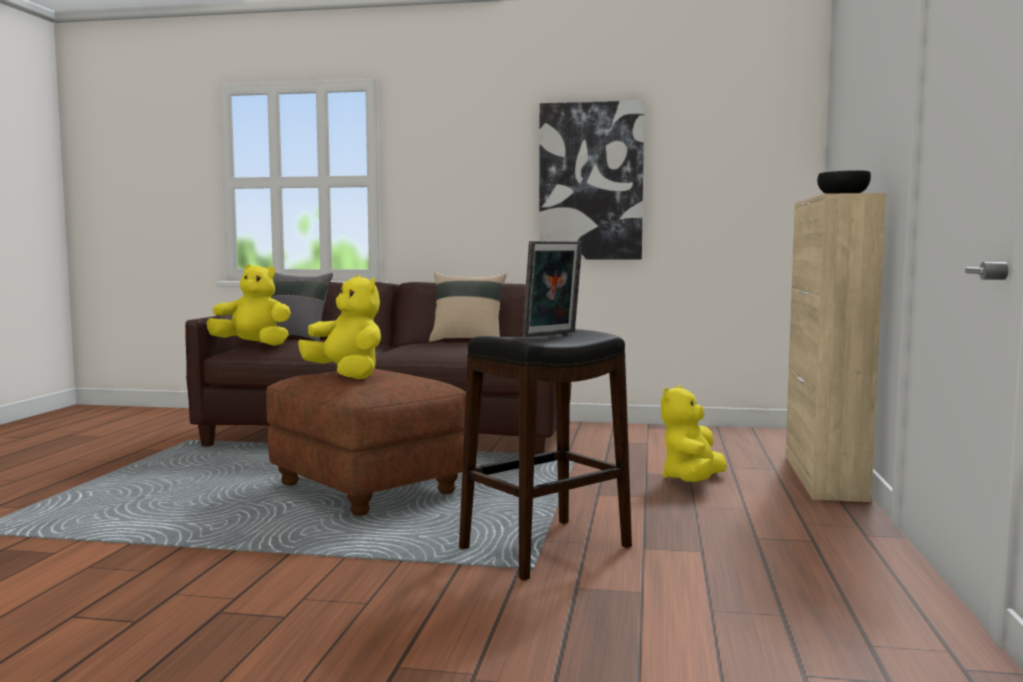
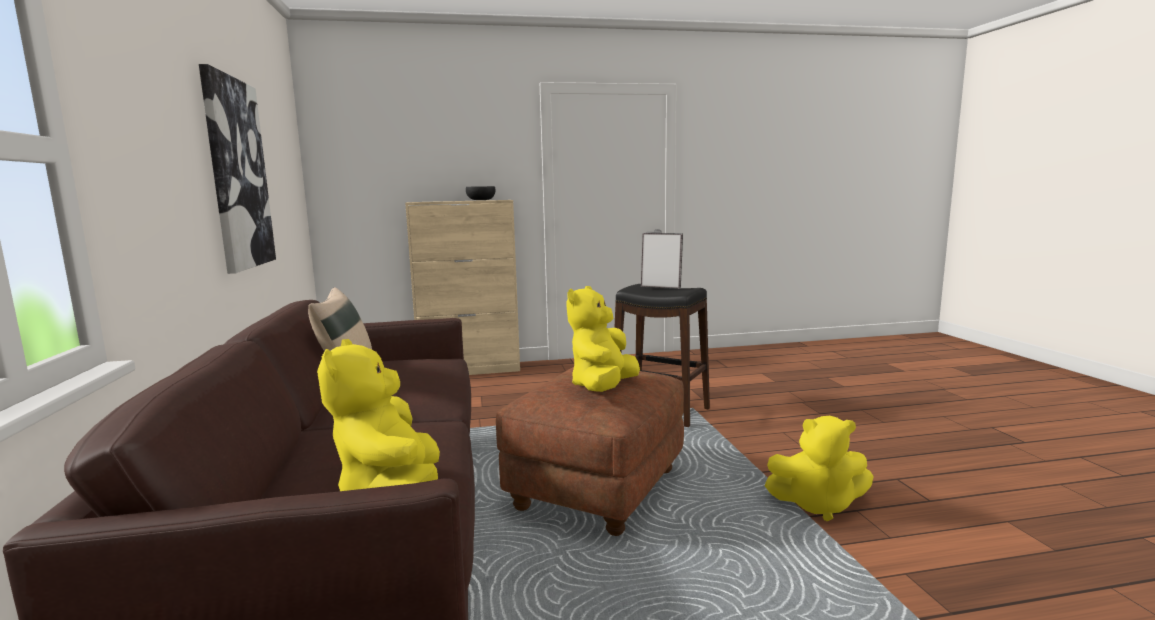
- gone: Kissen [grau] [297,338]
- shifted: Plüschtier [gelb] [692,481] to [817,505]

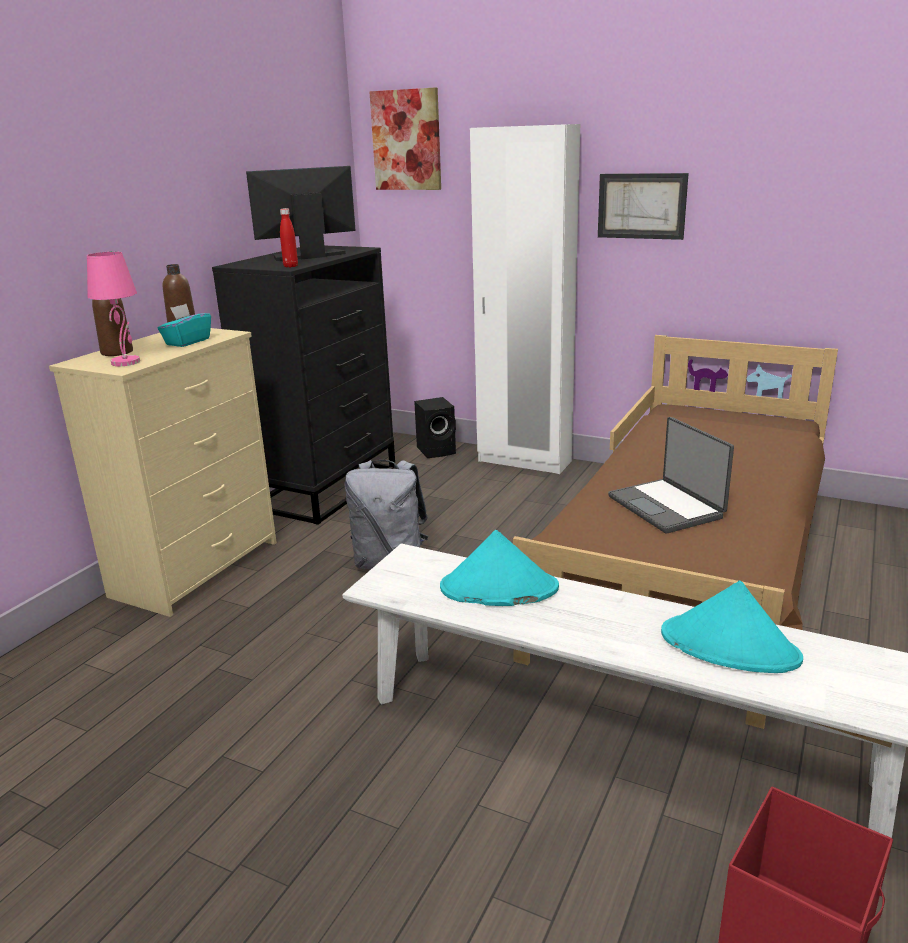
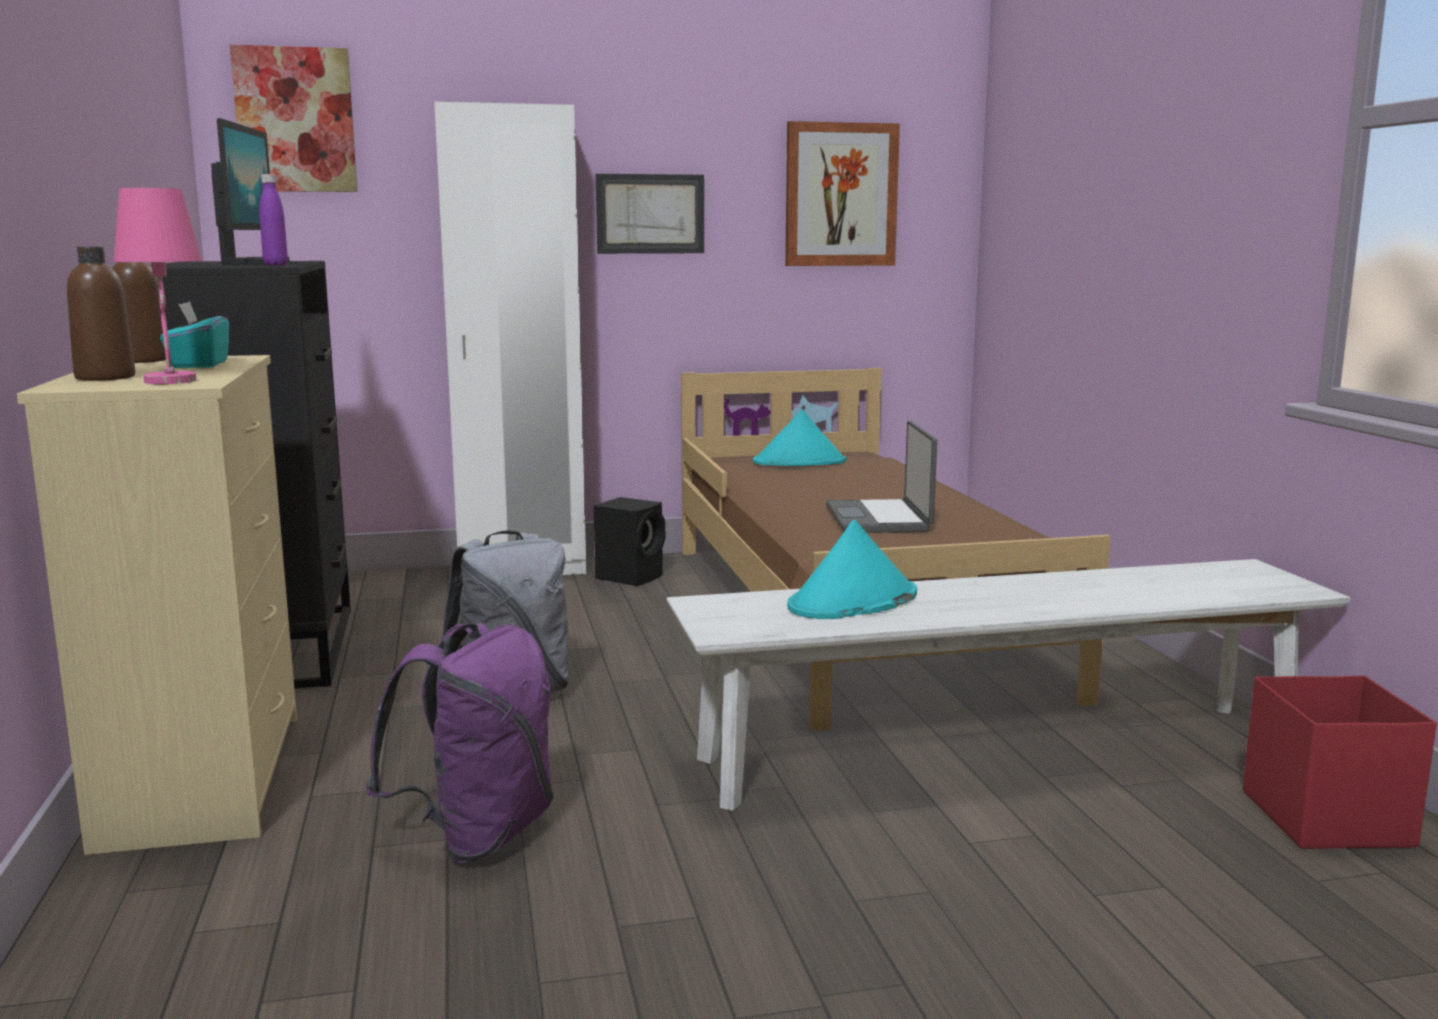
- rotated: Monitor [309,256] = [251,263] 150 degrees clockwise
- repainted: Flasche [rot] [290,266] to Flasche [lila] [276,265]
- shifted: Lautsprecher [schwarz] [437,450] to [631,577]
- rotated: Laptop [667,507] = [880,519] 60 degrees clockwise
- shifted: Hut [türkis] [730,646] to [800,462]
- new: Bild [840,195]
- new: Rucksack [lila] [477,835]

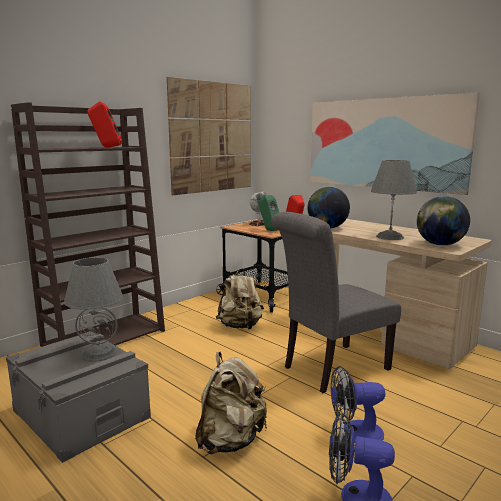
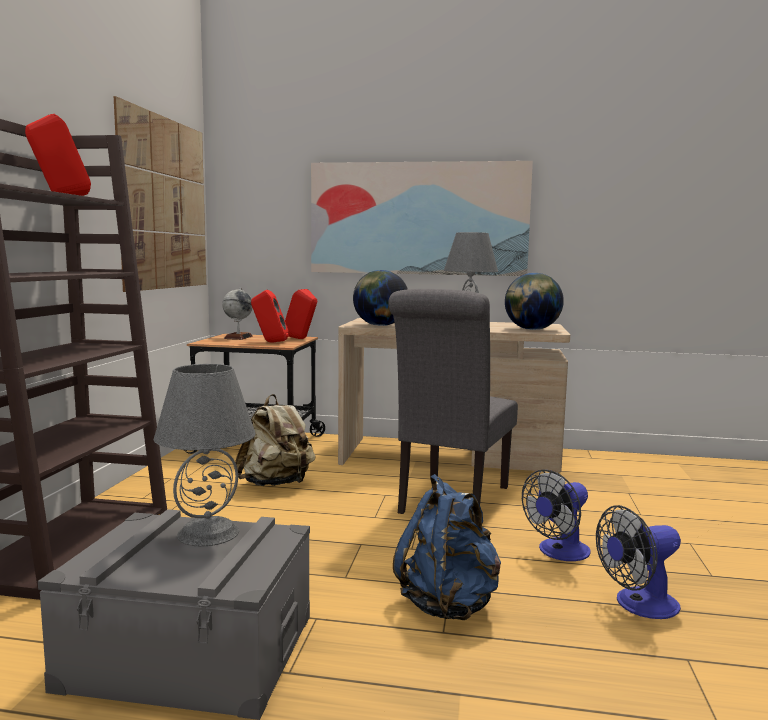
- repainted: Lautsprecher [grün] [269,230] to Lautsprecher [rot] [270,342]
- repainted: Rucksack [beige] [230,440] to Rucksack [blau] [449,604]

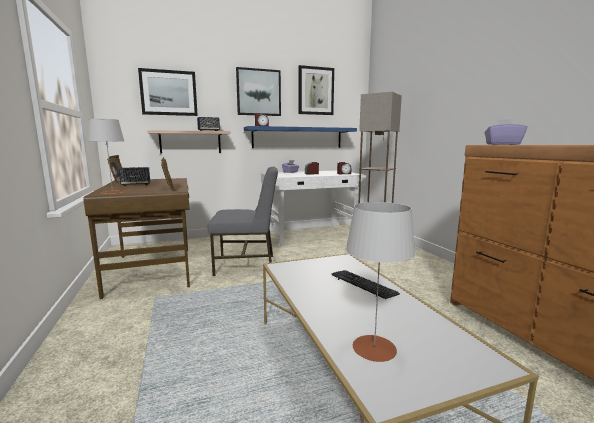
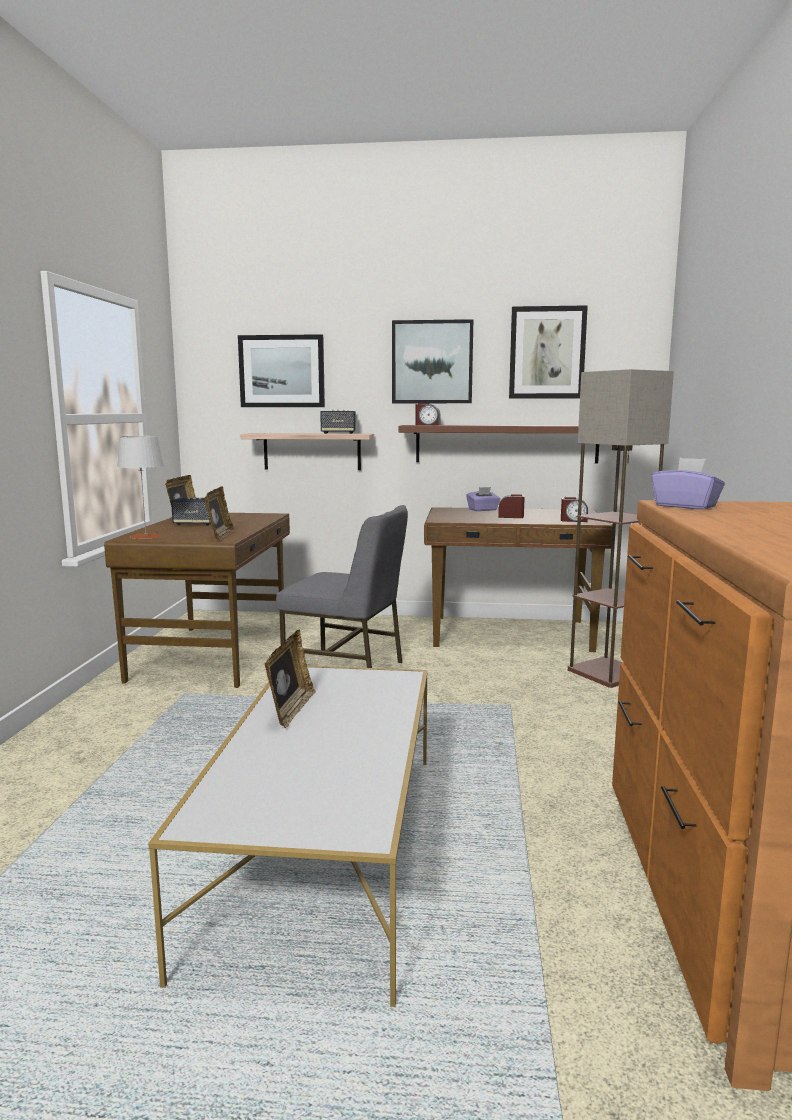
- repainted: Wandregal [blau] [297,138] to Wandregal [braun] [506,444]
- repainted: Schreibtisch [weiß] [311,235] to Schreibtisch [braun] [512,634]
- gone: Tischlampe [grau] [374,348]
- gone: Tastatur [363,285]
- new: Bilderrahmen [290,710]

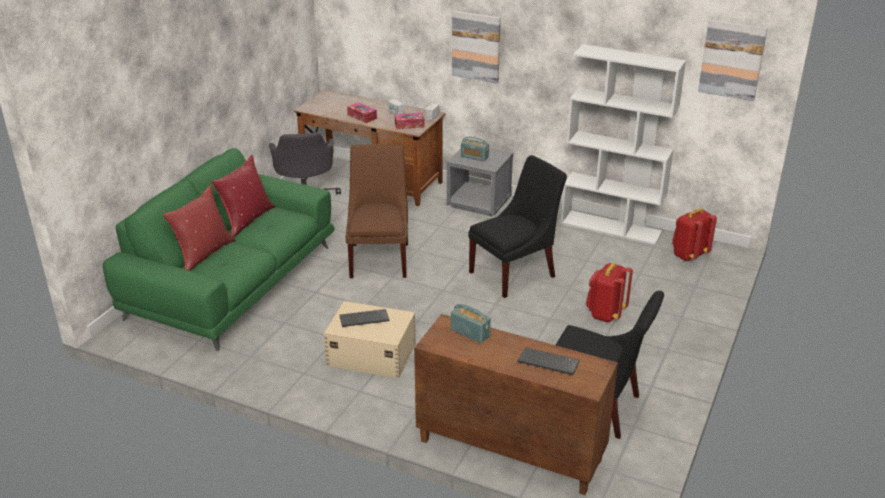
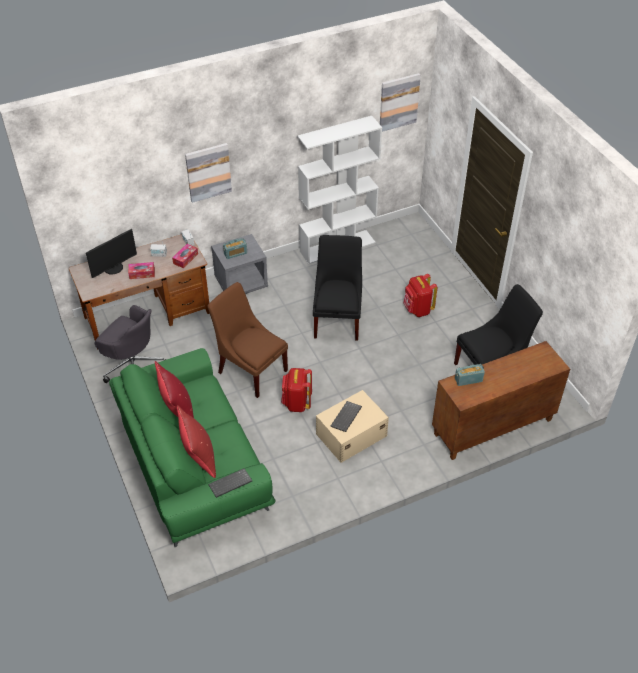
- shifted: Rucksack [rot] [689,255] to [296,403]
- shifted: Tastatur [547,363] to [230,484]
- new: Monitor [114,268]

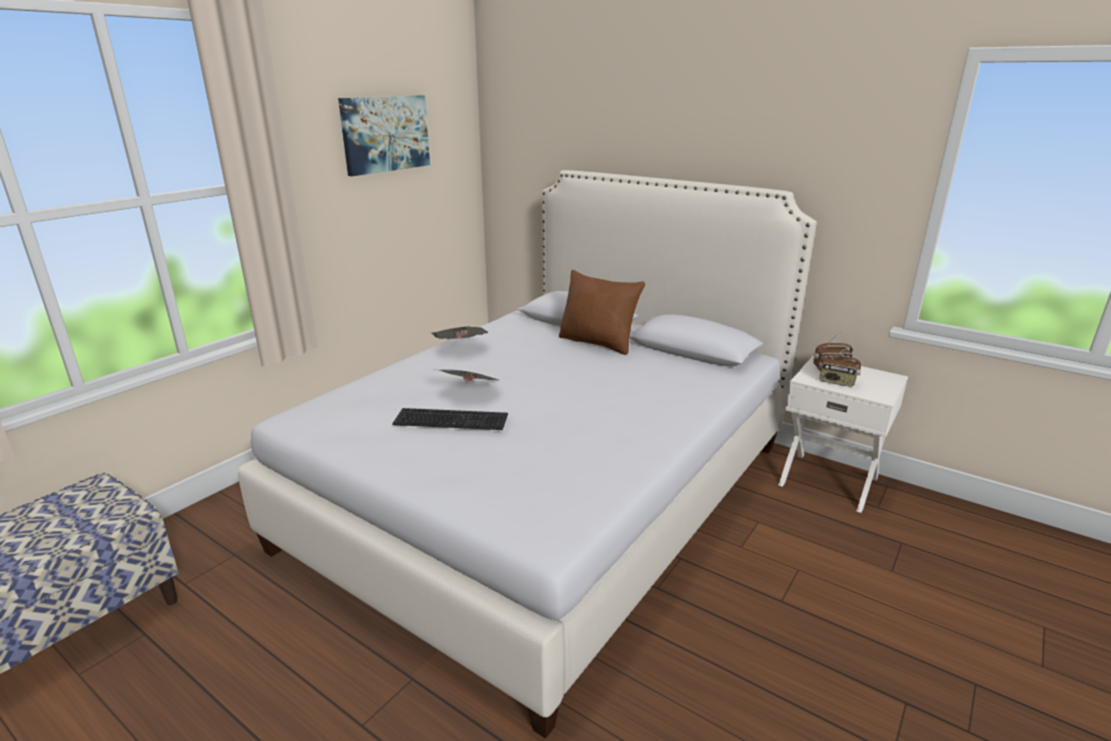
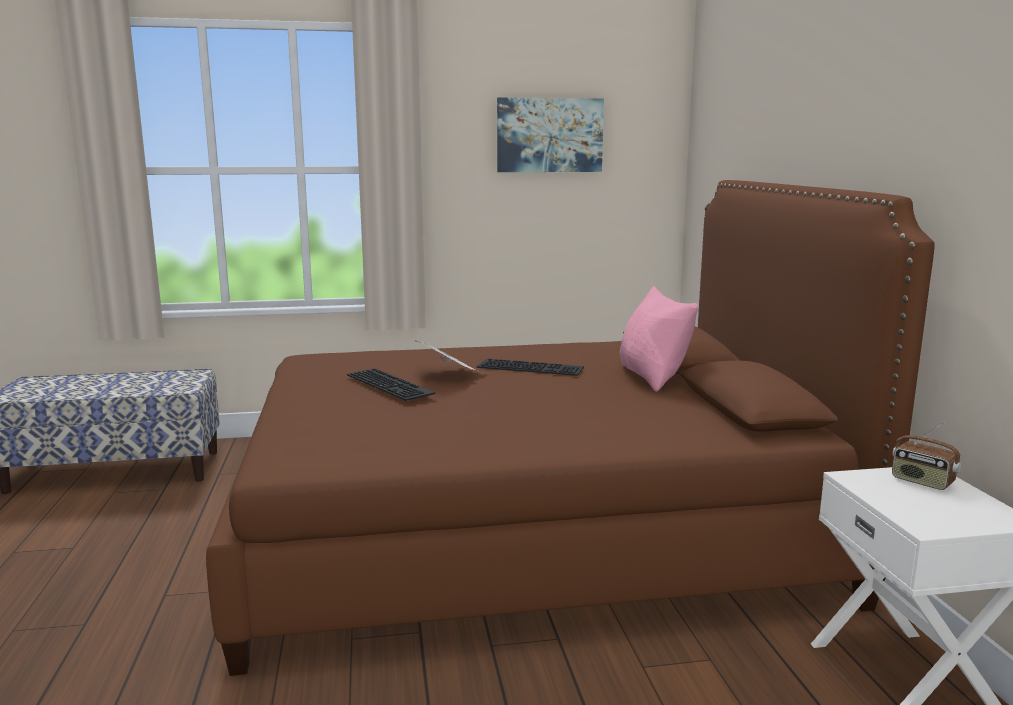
- repainted: Bett [weiß] [549,493] to Bett [braun] [531,532]
- repainted: Kissen [braun] [598,343] to Kissen [rosa] [652,377]
- gone: Zeitung [460,348]
- gone: Radio [836,382]
- new: Tastatur [531,367]

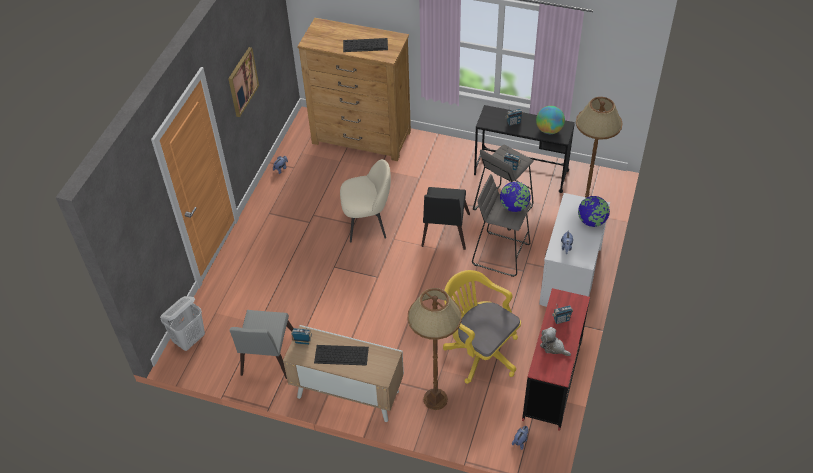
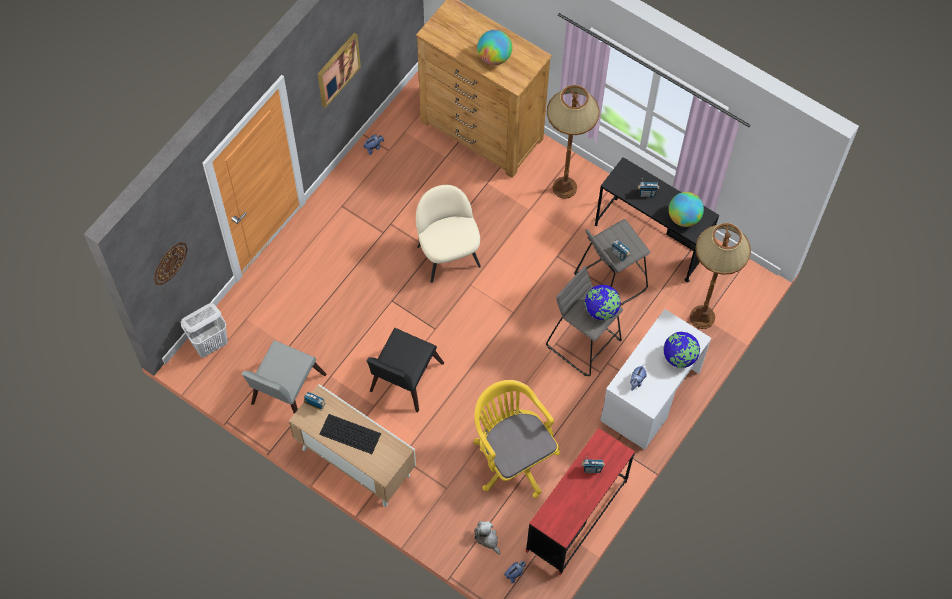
- swapped: Tastatur [365,45] to Globus [494,57]
- rotated: Stuhl [beige] [367,223] = [448,254] 120 degrees counterclockwise
- shifted: Stuhl [schwarz] [444,233] to [403,381]
- shifted: Stehlampe [braun] [435,399] to [564,187]
- shifted: Plüschtier [553,347] to [487,538]
- new: Wanduhr [169,263]

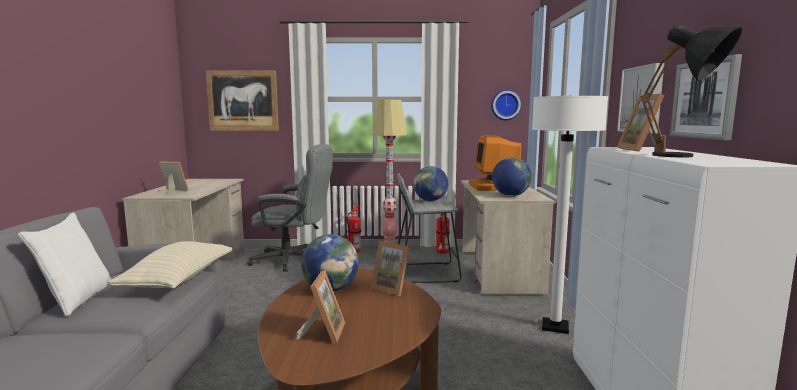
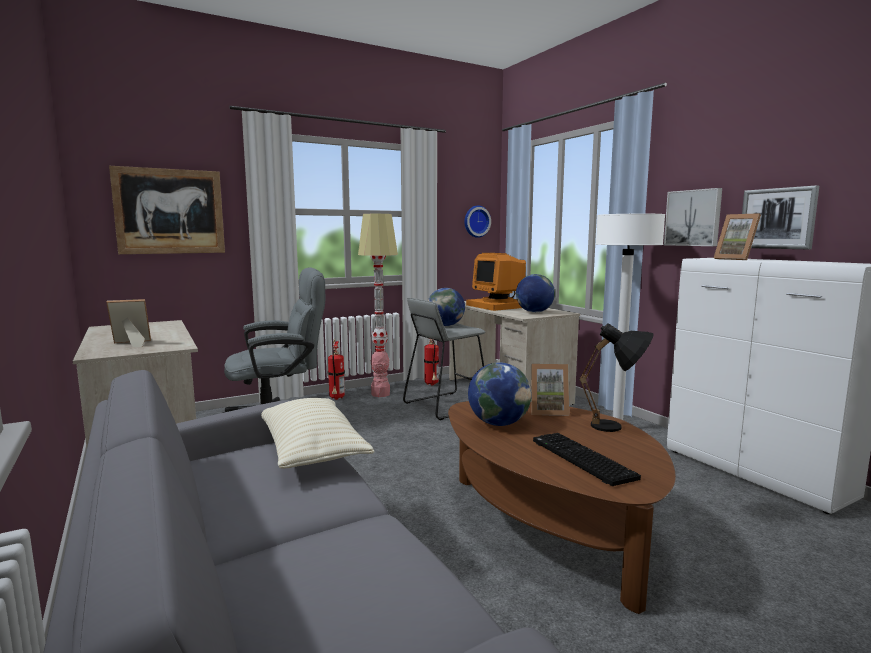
- shifted: Tischlampe [schwarz] [687,156] to [617,428]
- gone: Kissen [weiß] [76,299]
- swapped: Bilderrahmen [323,333] to Tastatur [579,459]

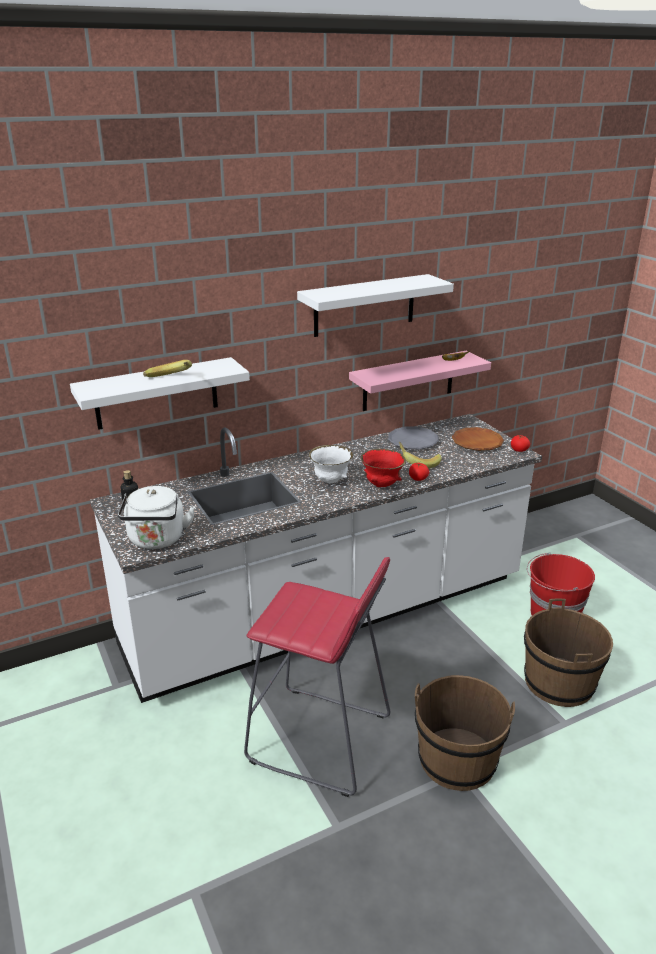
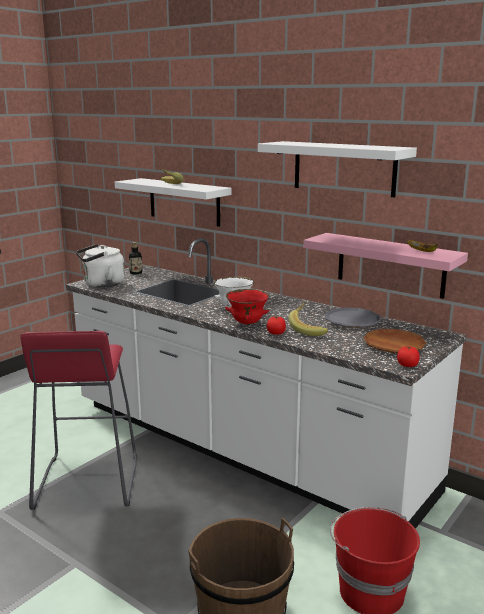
- gone: Eimer [braun] [457,759]

